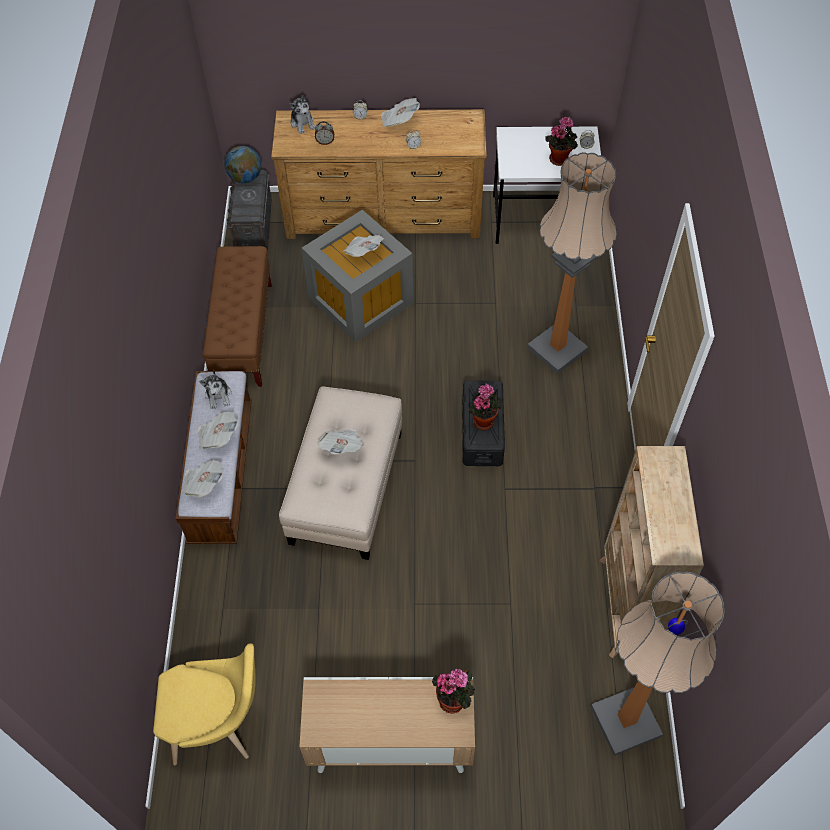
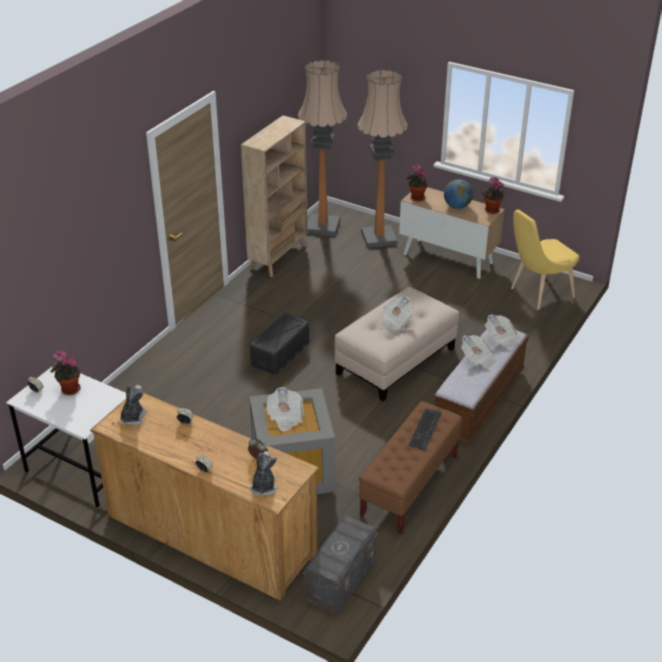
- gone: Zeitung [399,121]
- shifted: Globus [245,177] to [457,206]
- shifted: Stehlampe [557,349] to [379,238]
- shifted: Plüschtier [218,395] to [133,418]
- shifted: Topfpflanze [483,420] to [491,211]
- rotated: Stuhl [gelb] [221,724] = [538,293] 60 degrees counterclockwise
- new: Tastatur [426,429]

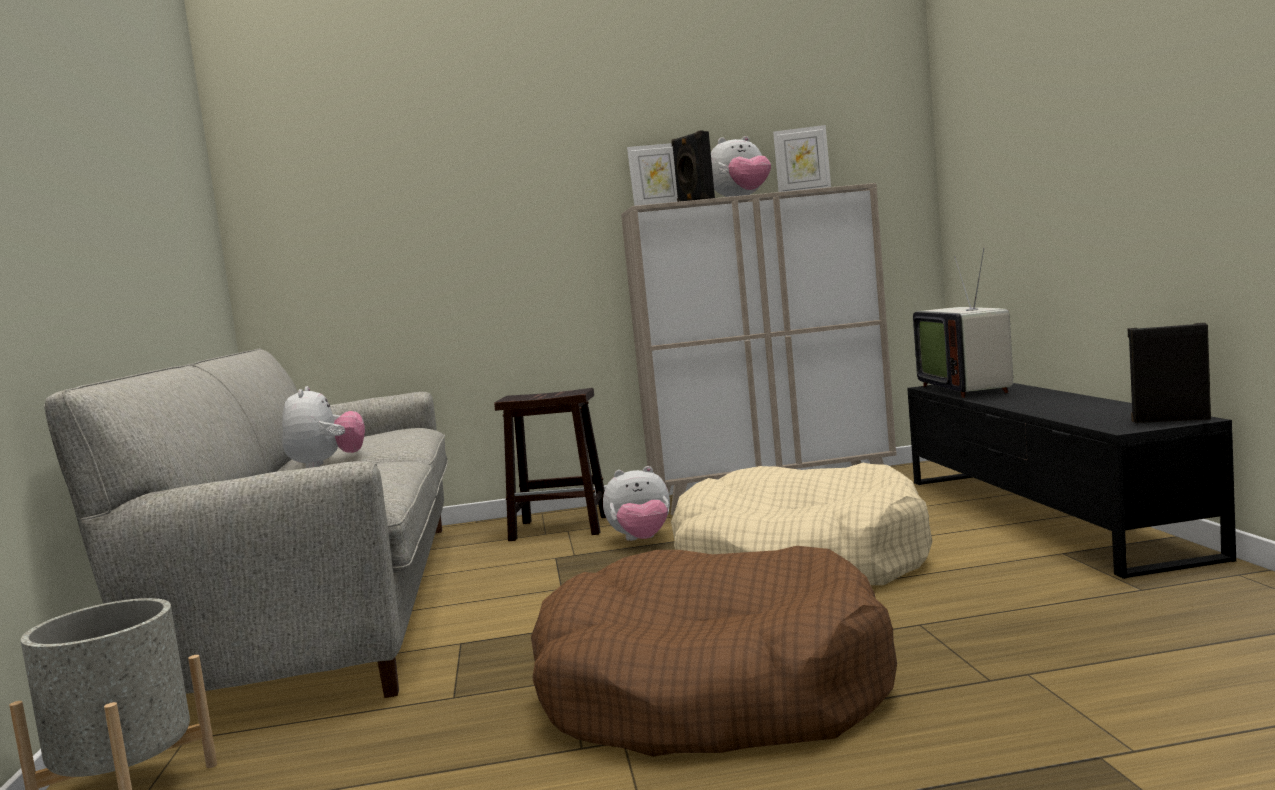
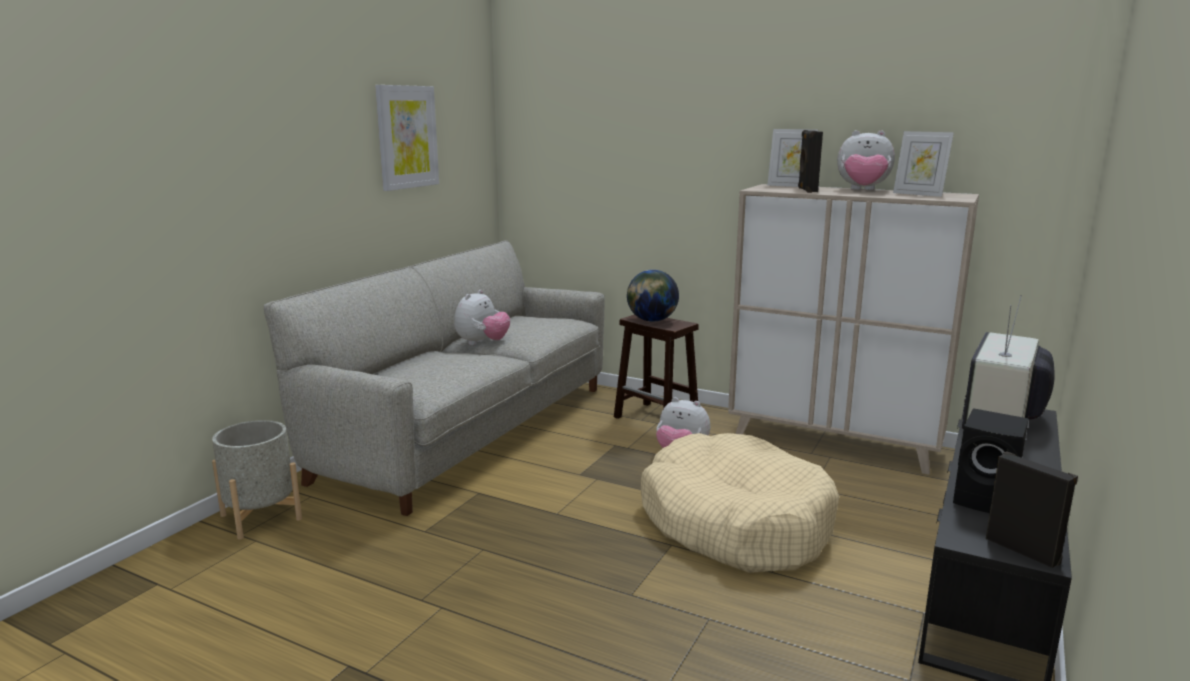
- gone: Hundebett [braun] [712,692]
- new: Bild [407,137]
- new: Globus [652,320]
- new: Lautsprecher [schwarz] [987,500]

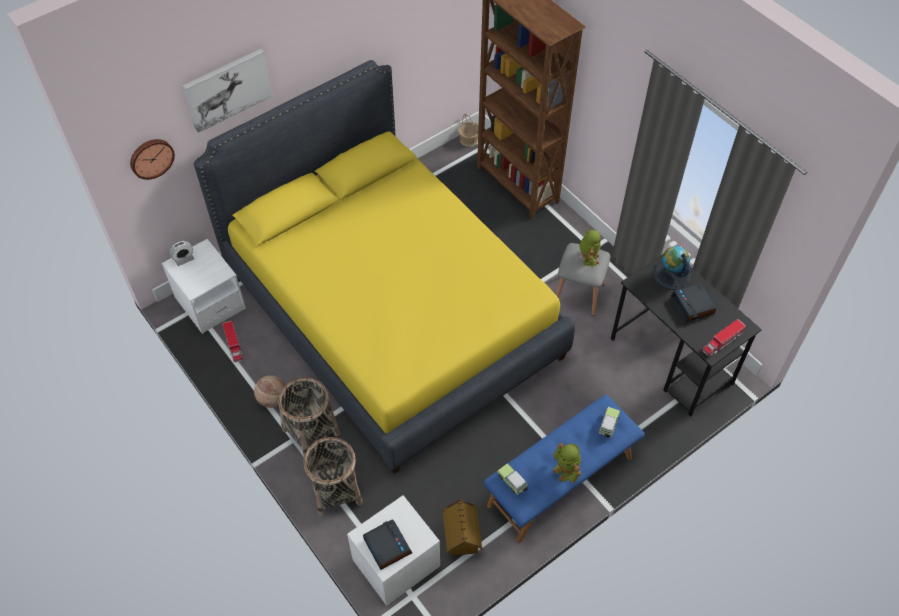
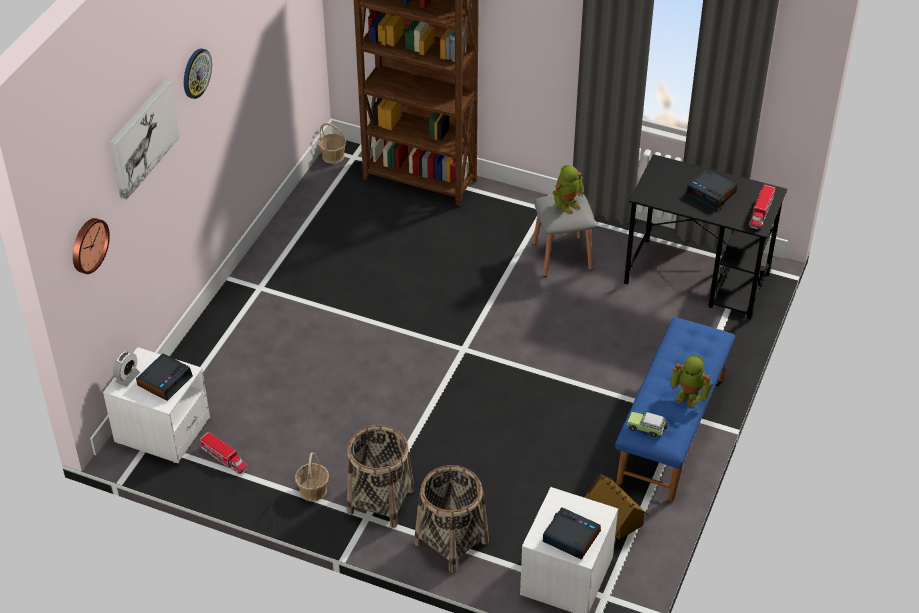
- gone: Bett [gelb] [392,312]
- rotated: Spielzeugroboter [588,258] = [567,204] 75 degrees clockwise
- gone: Globus [671,274]
- swapped: Basketball [272,399] to Korb [313,490]
- gone: Spielzeugauto [608,425]
- new: Wanduhr [196,73]
- new: Wecker [165,381]

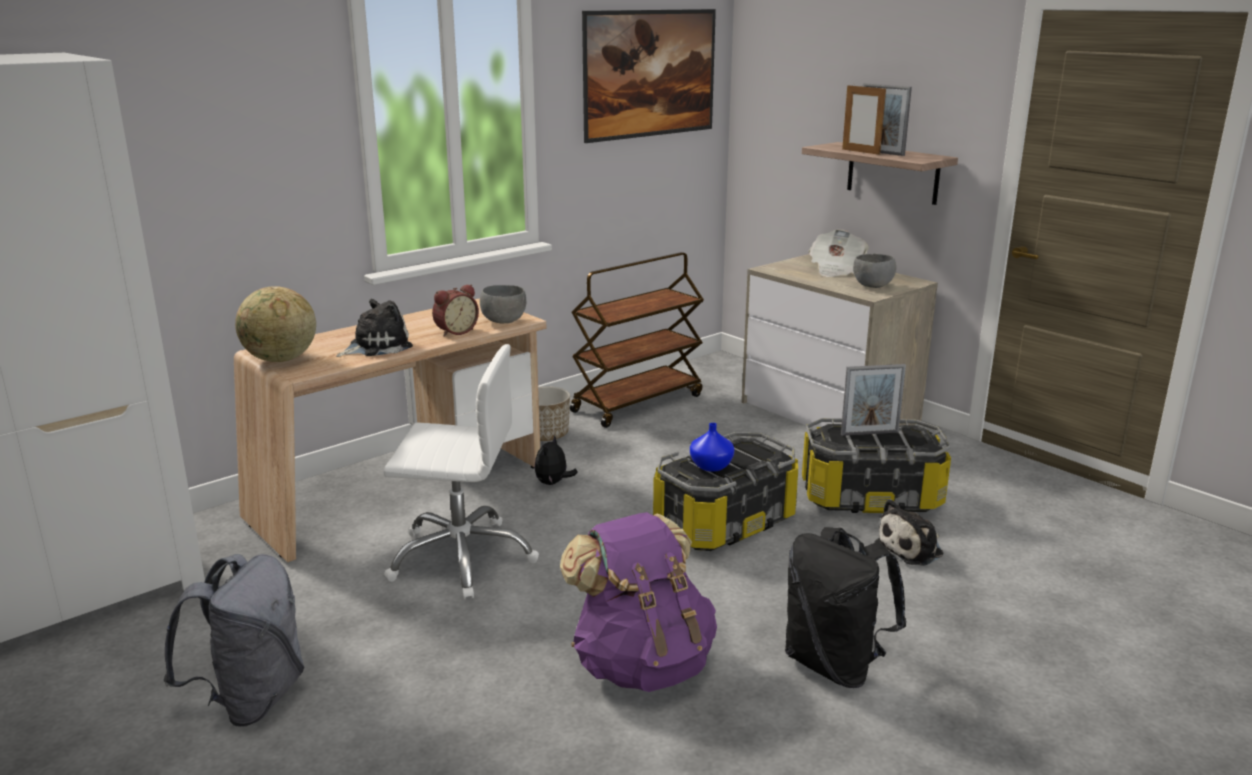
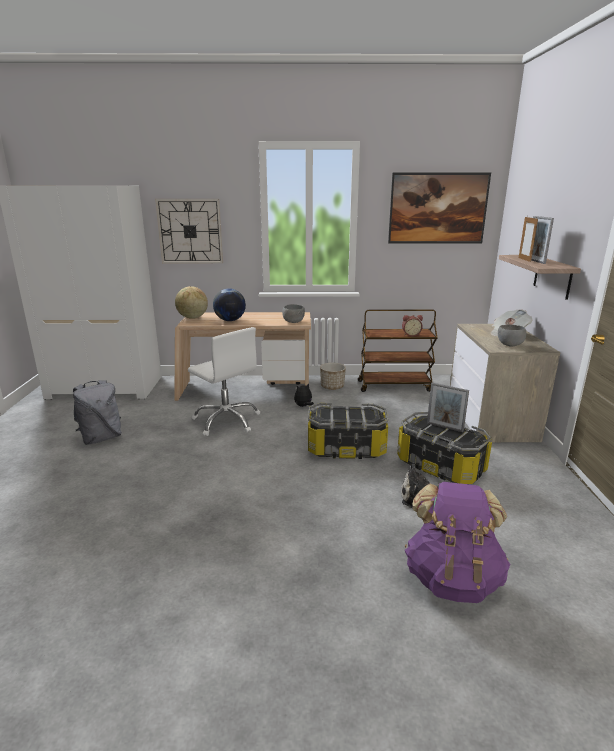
- shifted: Wecker [455,331] to [411,334]
- swapped: Plüschtier [376,346] to Globus [230,320]
- gone: Vase [blau] [710,466]
- shifted: Rucksack [lila] [642,664] to [452,578]
- gone: Rucksack [schwarz] [834,665]
- new: Wanduhr [190,231]

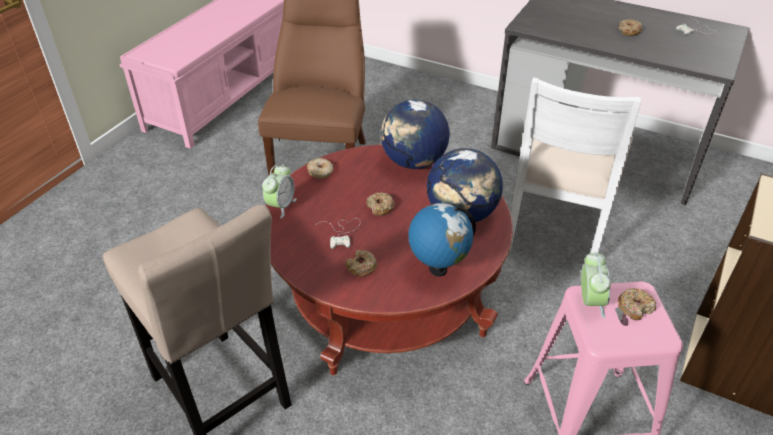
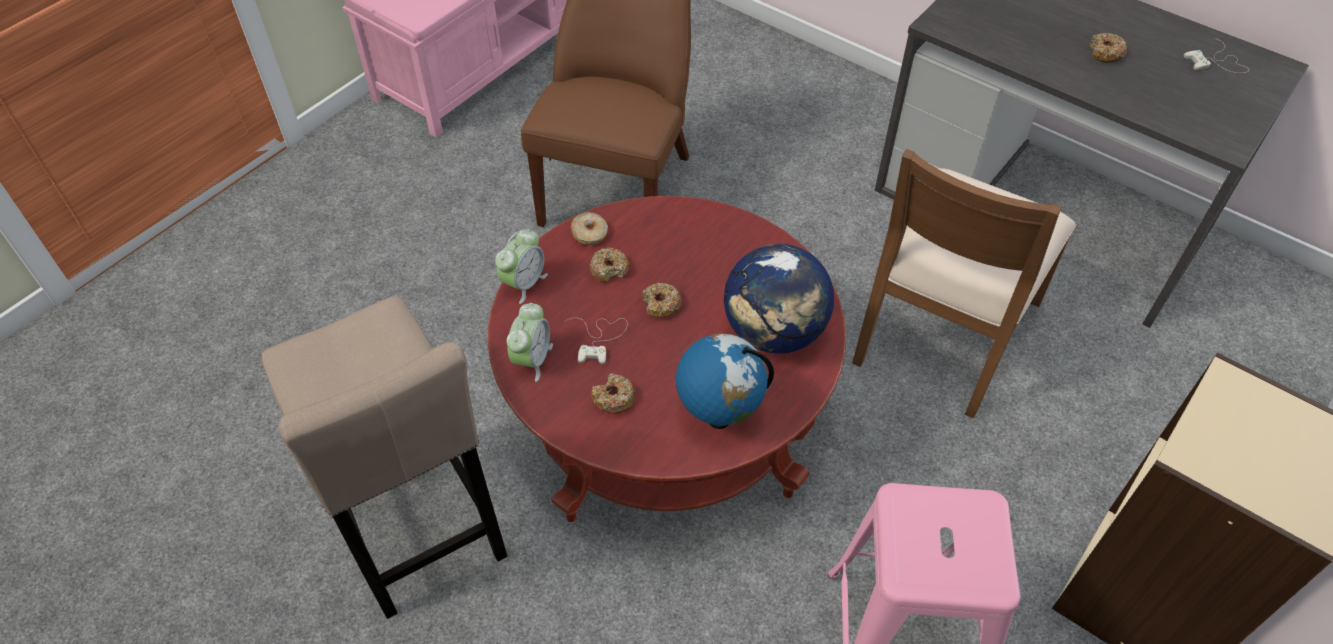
- repainted: Stuhl [weiß] [558,222] to Stuhl [braun] [943,331]
- gone: Globus [413,162]
- shifted: Wecker [590,302] to [532,359]
- shifted: Donut [635,307] to [609,269]

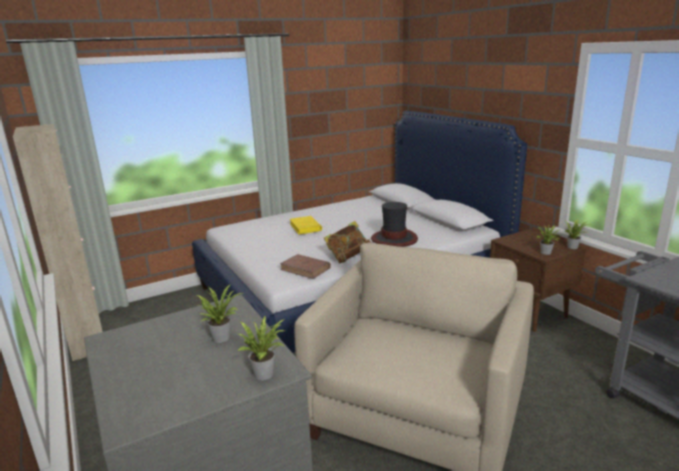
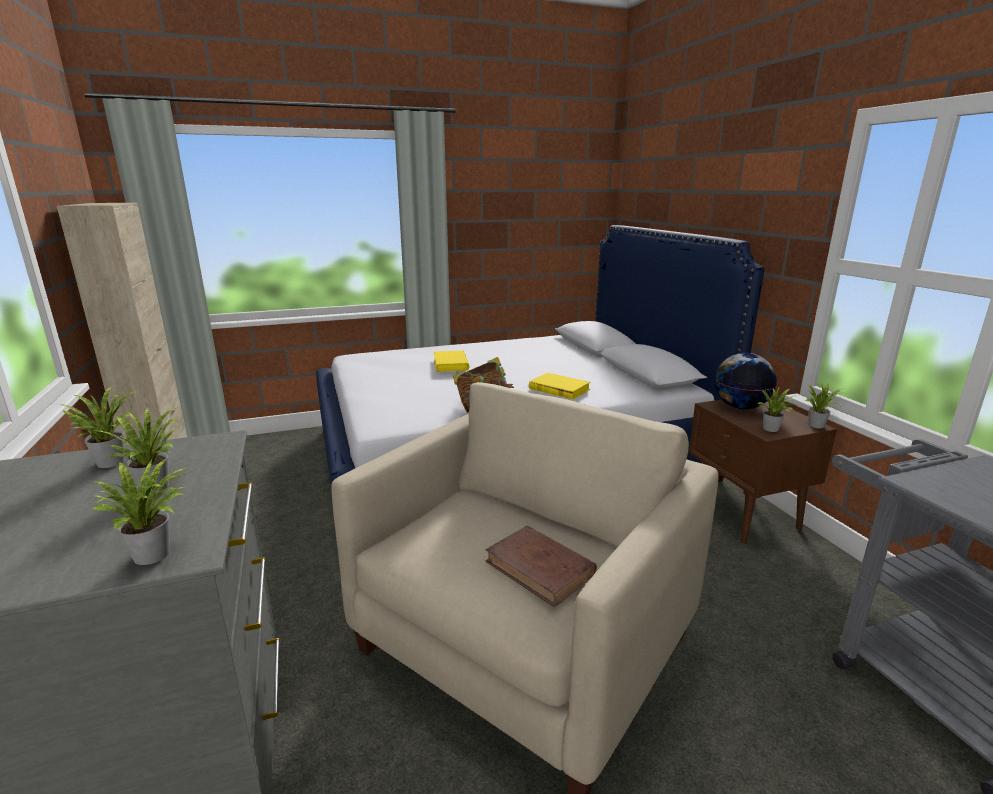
- swapped: Hut [394,239] to Buch [gelb] [559,389]
- shifted: Buch [braun] [305,269] to [540,568]
- new: Globus [740,407]
- new: Topfpflanze [110,461]

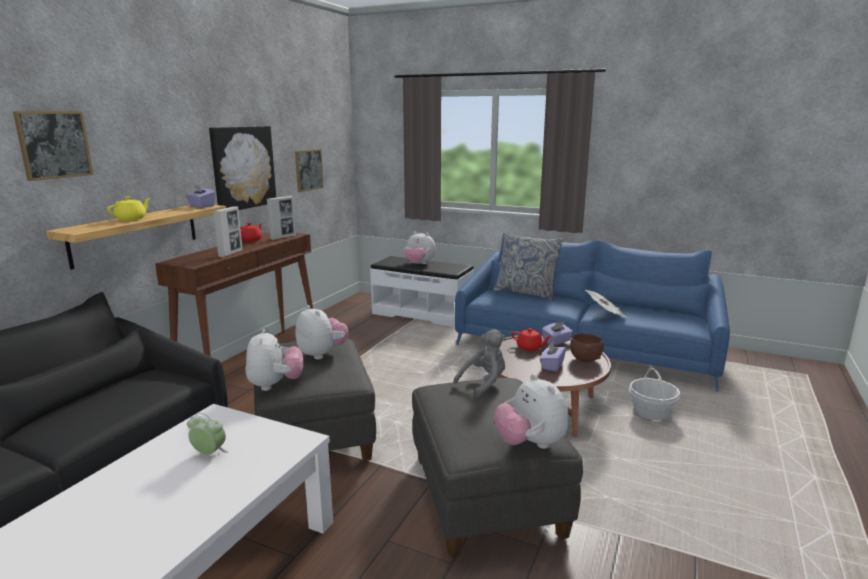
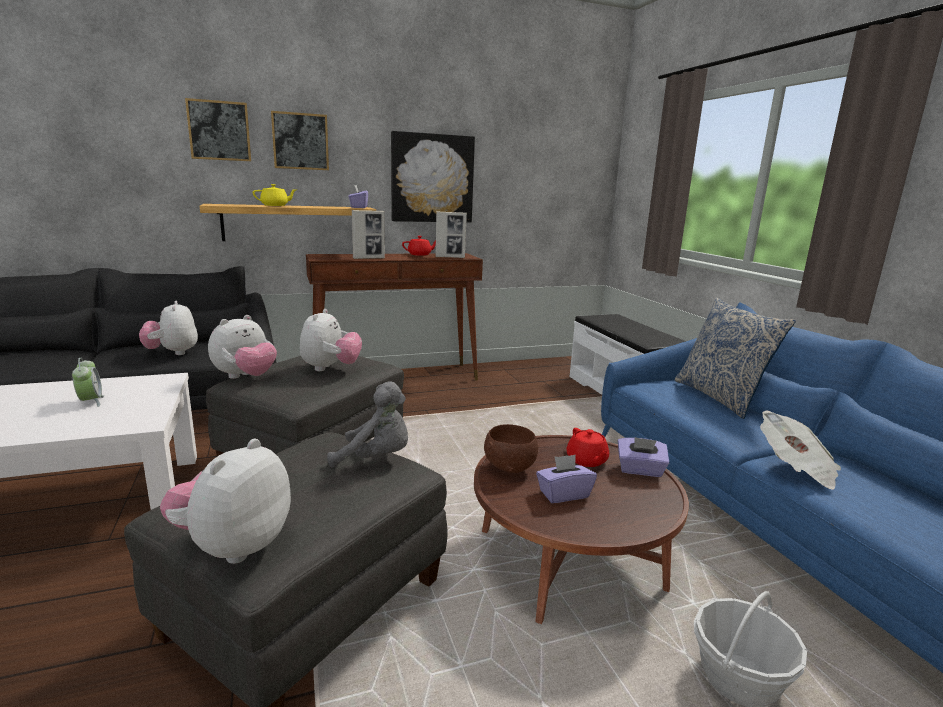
- shifted: Bild [308,170] to [300,141]
- shifted: Plüschtier [419,264] to [172,353]
- shifted: Schüssel [braun] [585,359] to [510,467]

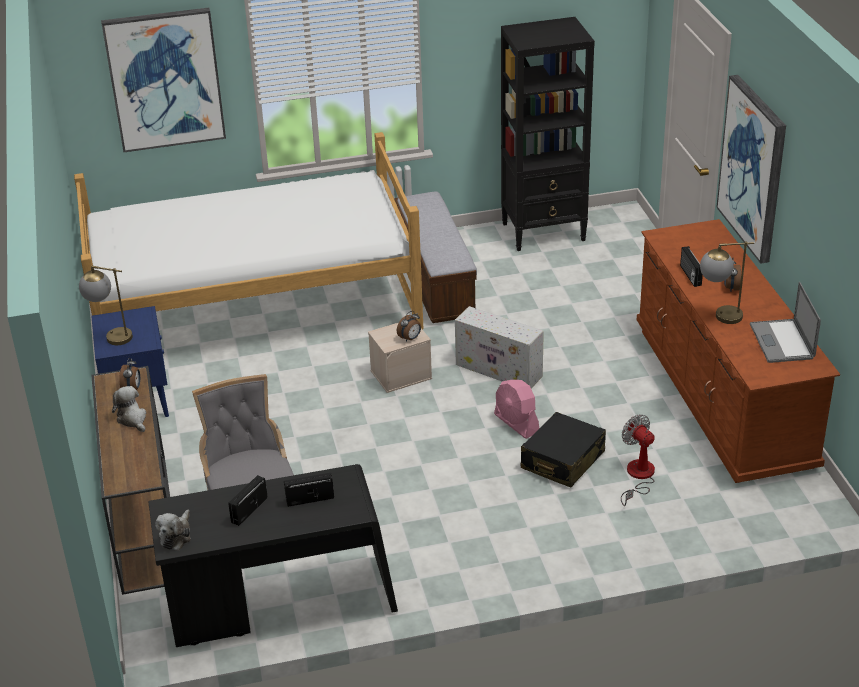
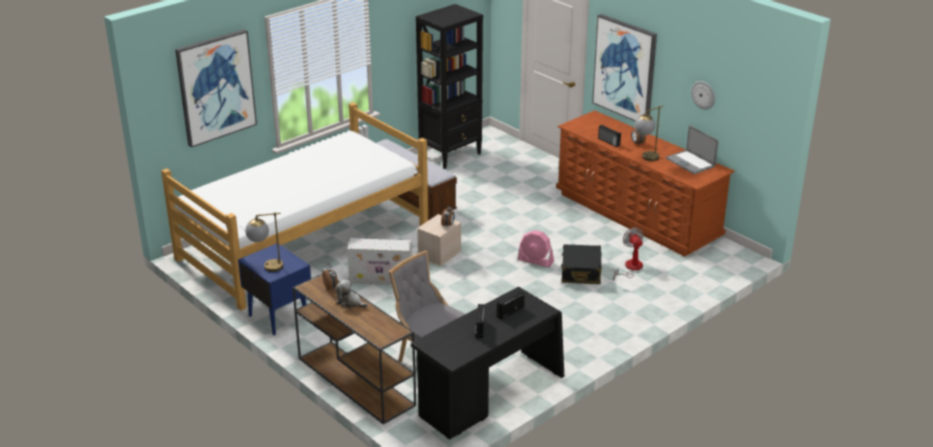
- shifted: Aufbewahrungsbox [weiß] [500,371] to [382,278]
- rotated: Ventilator [638,477] = [630,268] 45 degrees clockwise
- gone: Plüschtier [176,536]
- new: Wanduhr [703,95]

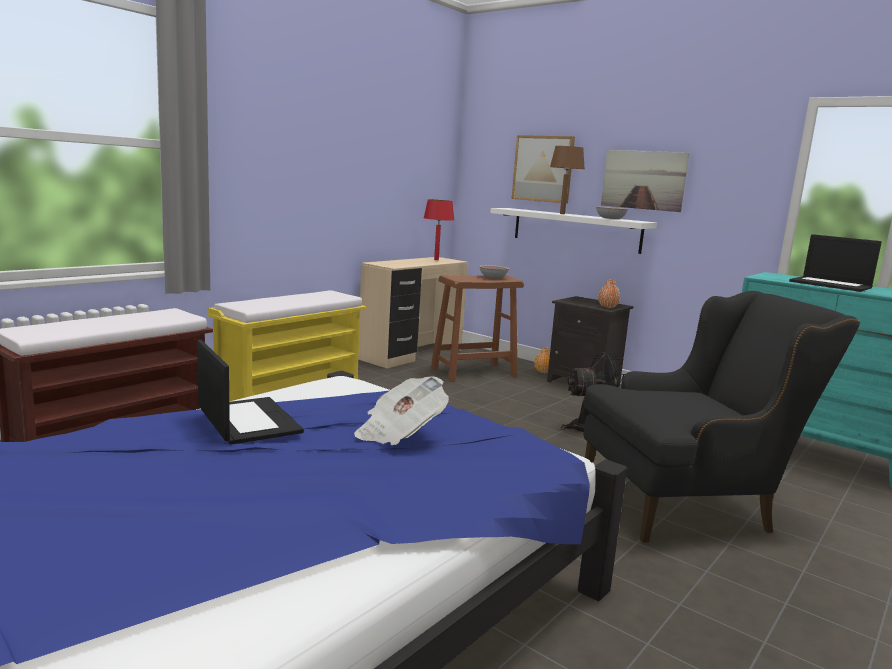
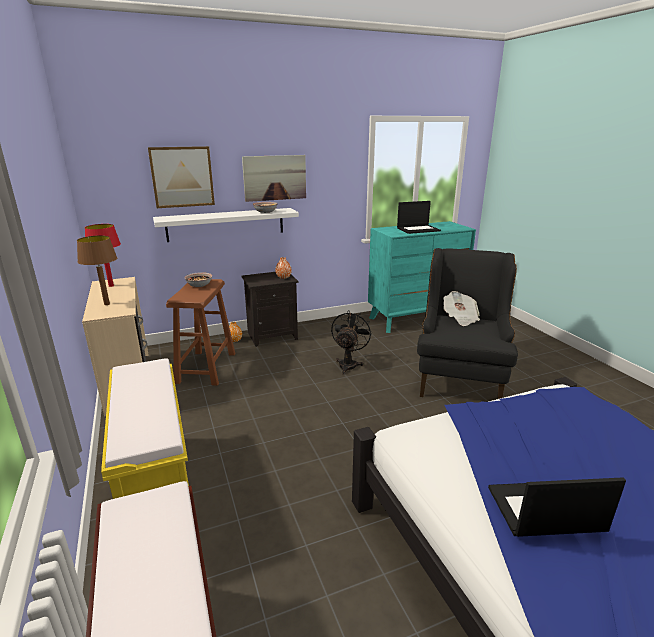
- shifted: Tischlampe [braun] [562,214] to [107,304]
- shifted: Zeitung [399,433] to [460,318]

